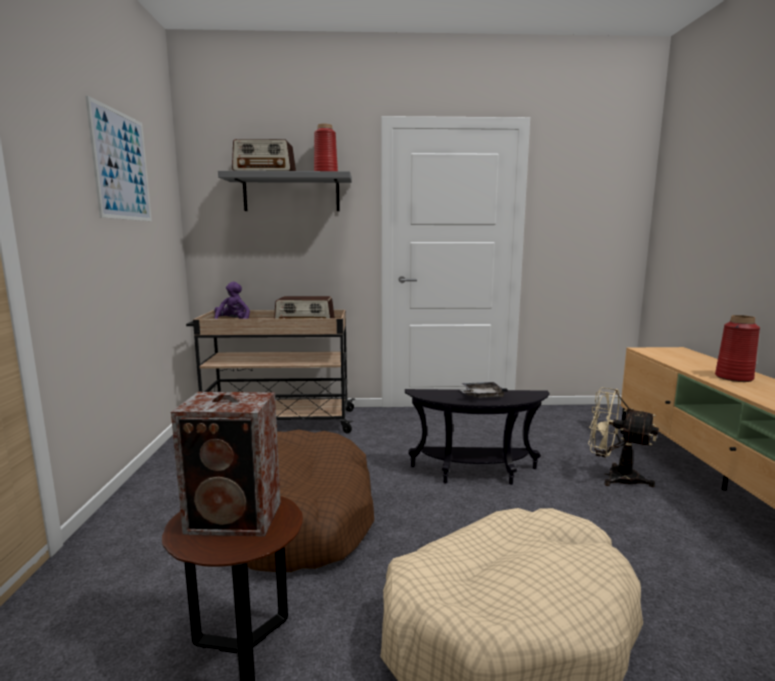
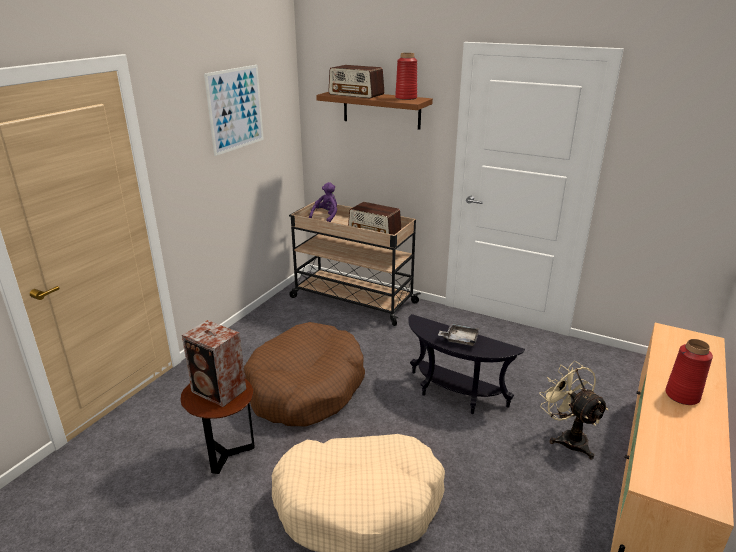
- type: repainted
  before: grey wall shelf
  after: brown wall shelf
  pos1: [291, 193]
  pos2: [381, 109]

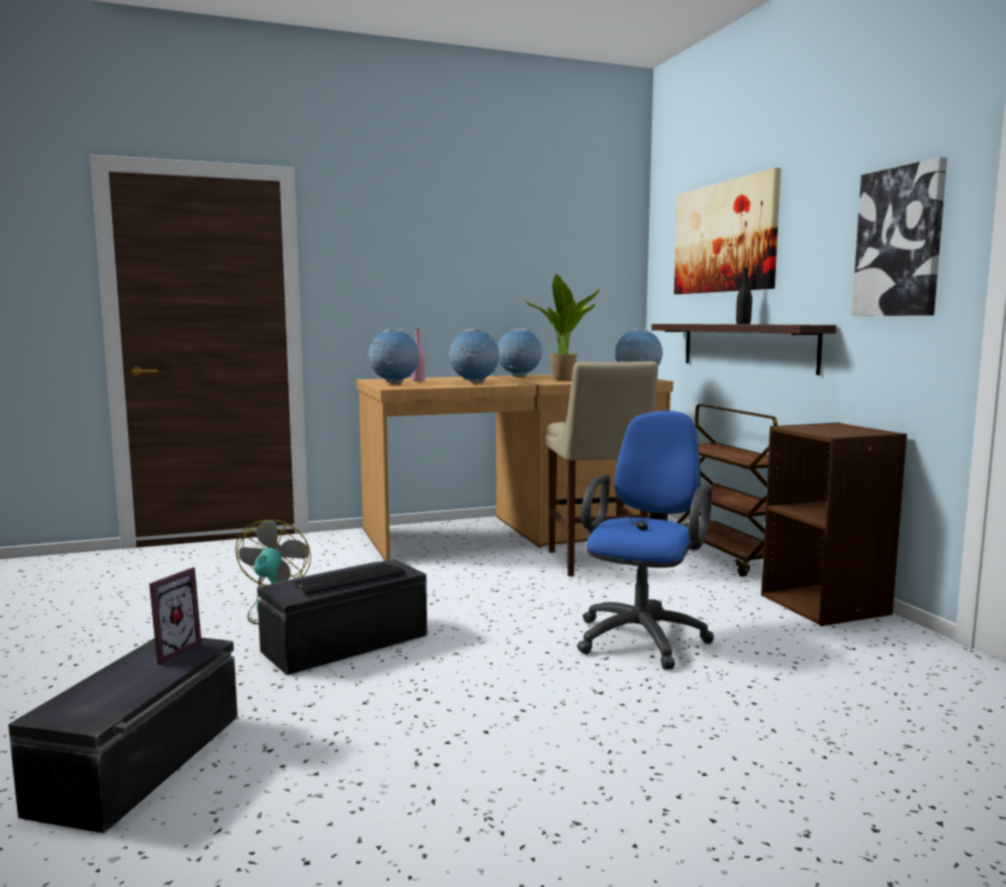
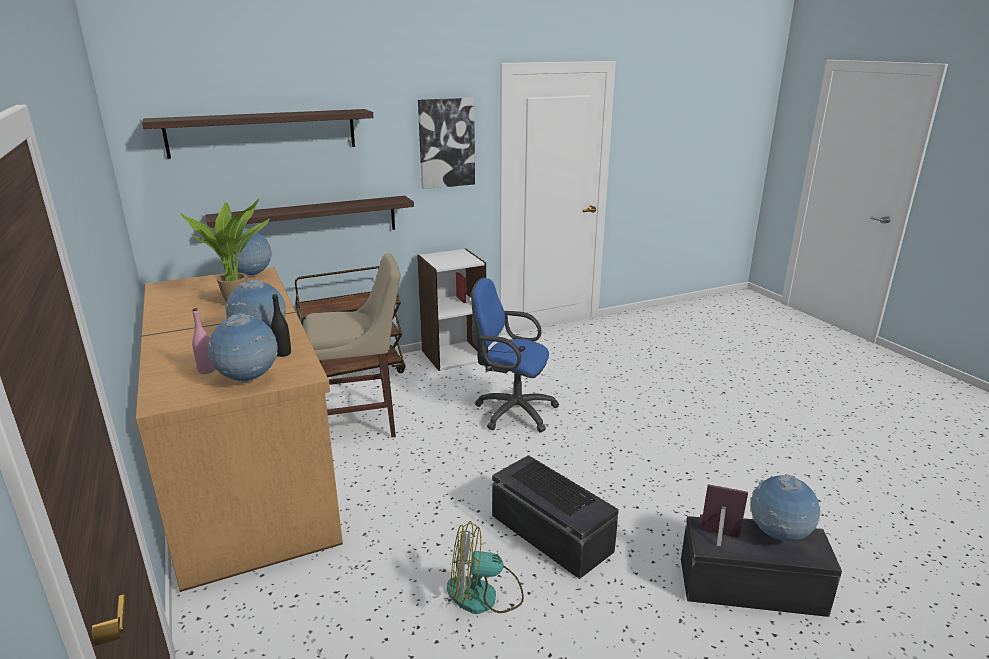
- type: shifted
  before: globe
  pos1: [519, 377]
  pos2: [778, 536]
- type: shifted
  before: blackish drink bottle
  pos1: [743, 324]
  pos2: [283, 353]
- type: swapped
  before: wall art
  after: wall shelf
  pos1: [724, 237]
  pos2: [263, 132]
- type: repainted
  before: brown shelving unit
  after: whitish shelving unit
  pos1: [825, 604]
  pos2: [453, 355]

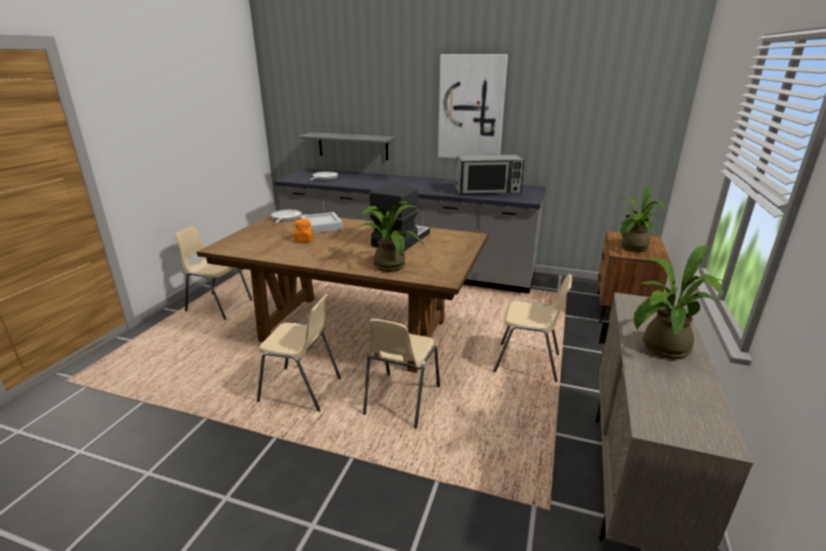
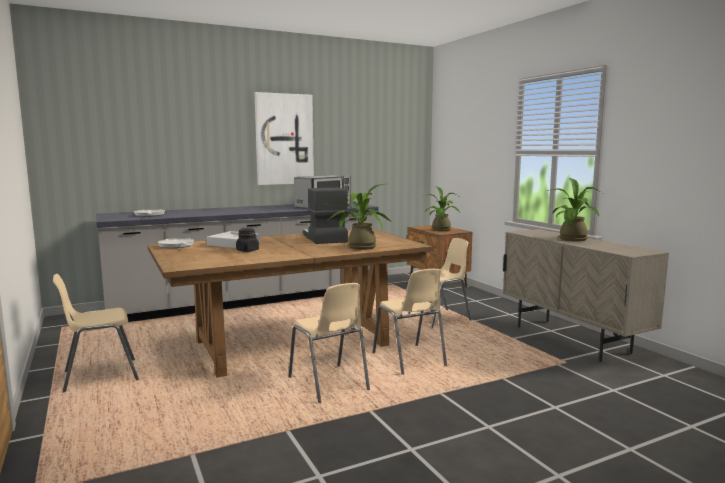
- type: gone
  before: grey wall shelf
  pos1: [353, 146]
- type: repainted
  before: orange-coloured jar
  after: blackish jar
  pos1: [304, 240]
  pos2: [247, 250]
- type: rotated
  before: beige chair
  pos1: [301, 390]
  pos2: [329, 384]
  turn: 90

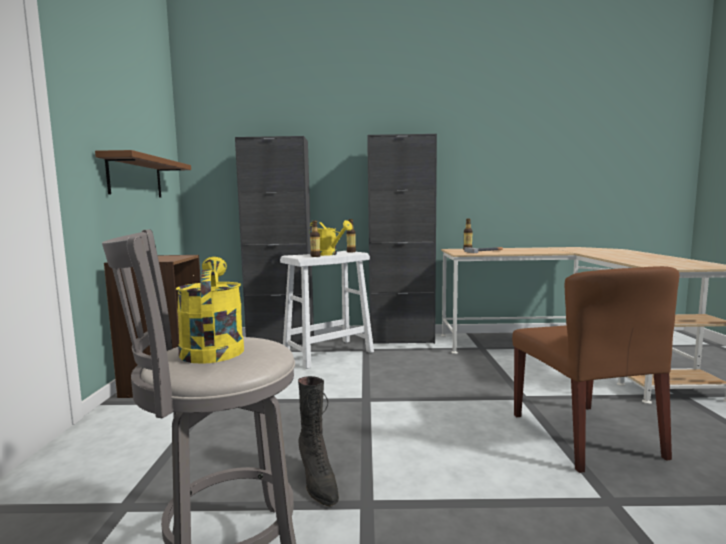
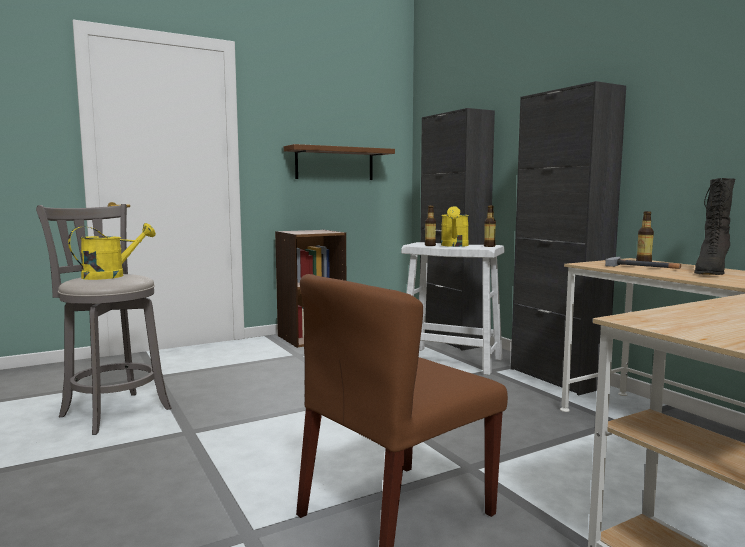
- type: shifted
  before: blackish tall boot
  pos1: [318, 482]
  pos2: [710, 272]

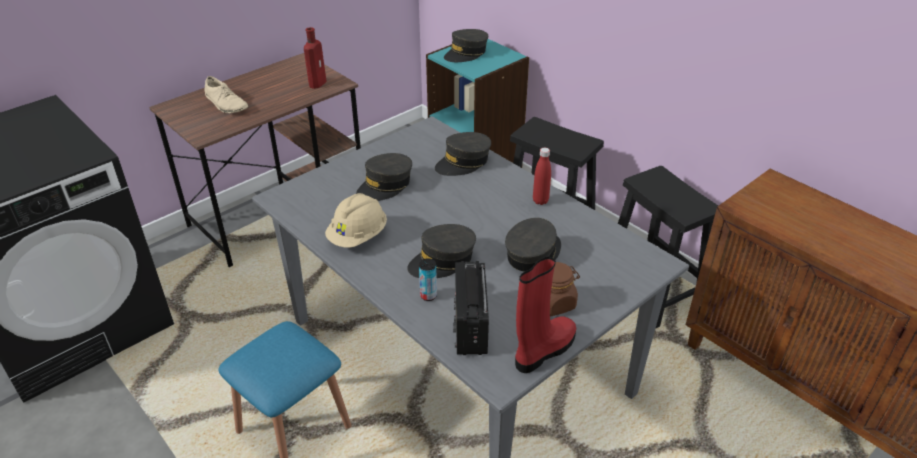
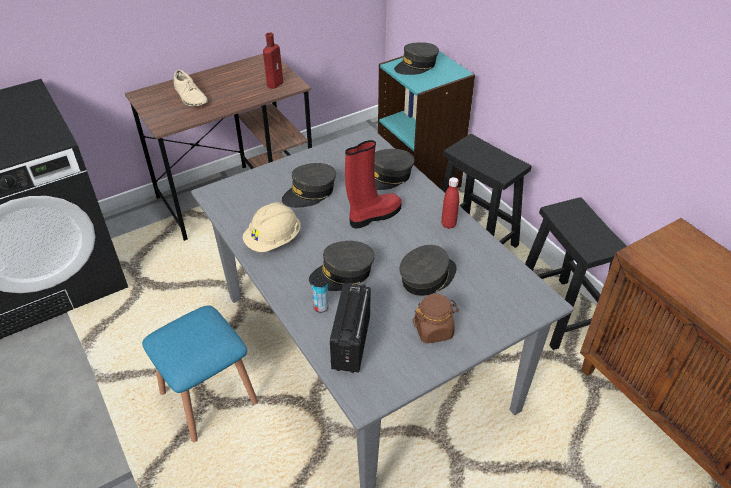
- type: shifted
  before: red-coloured tall boot
  pos1: [543, 351]
  pos2: [374, 216]

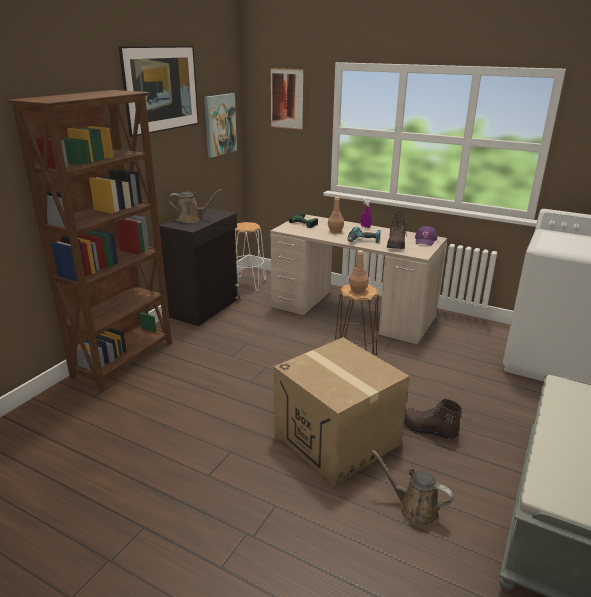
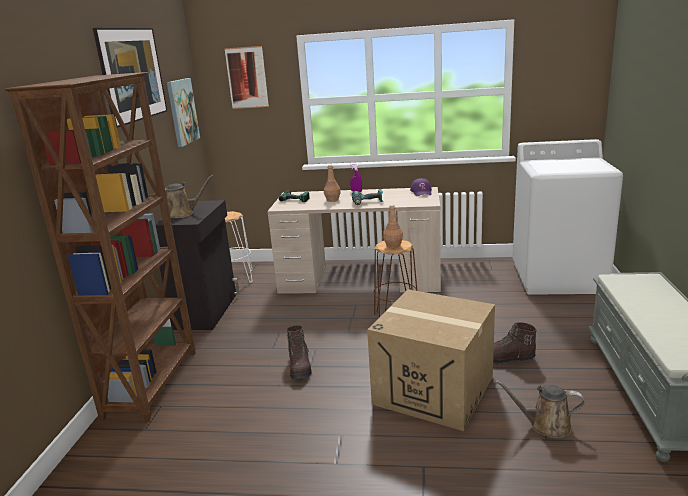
- type: shifted
  before: brown tall boot
  pos1: [396, 244]
  pos2: [300, 367]

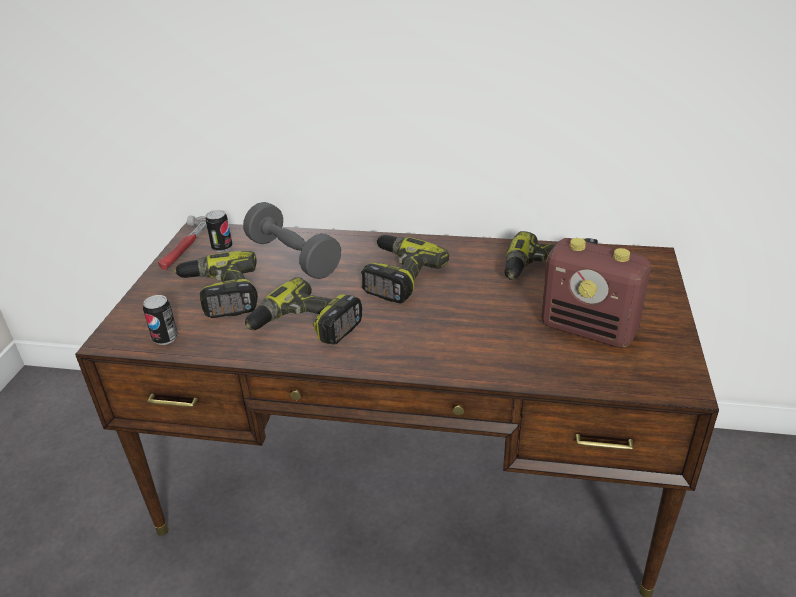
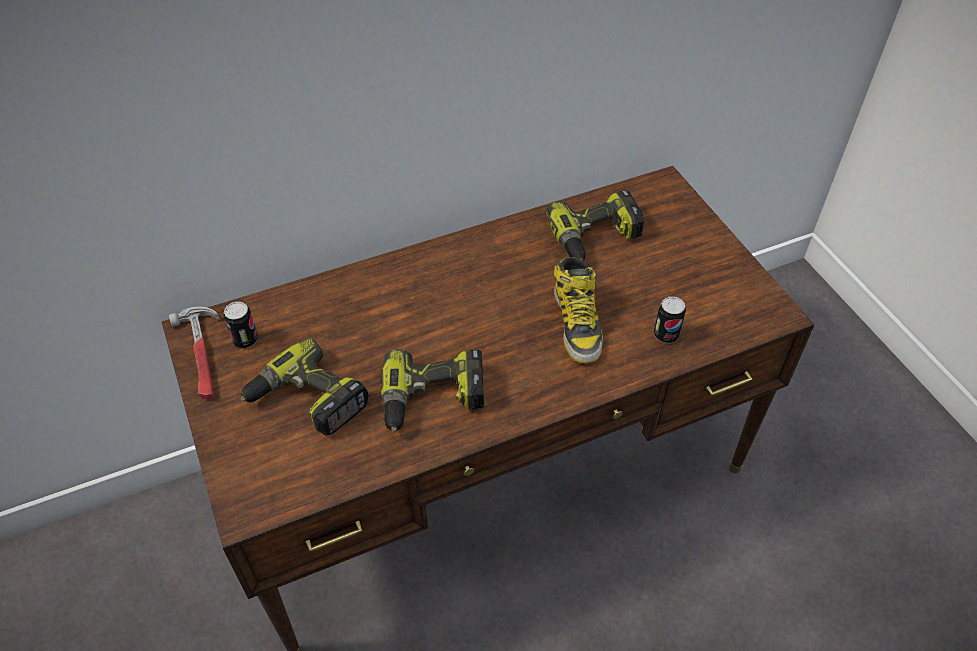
- type: gone
  before: grey hand weight
  pos1: [293, 257]
- type: gone
  before: power drill
  pos1: [397, 276]
- type: gone
  before: radio
  pos1: [589, 330]
- type: new
  after: tall boot
  pos2: [577, 323]
- type: shifted
  before: can
  pos1: [165, 338]
  pos2: [666, 335]

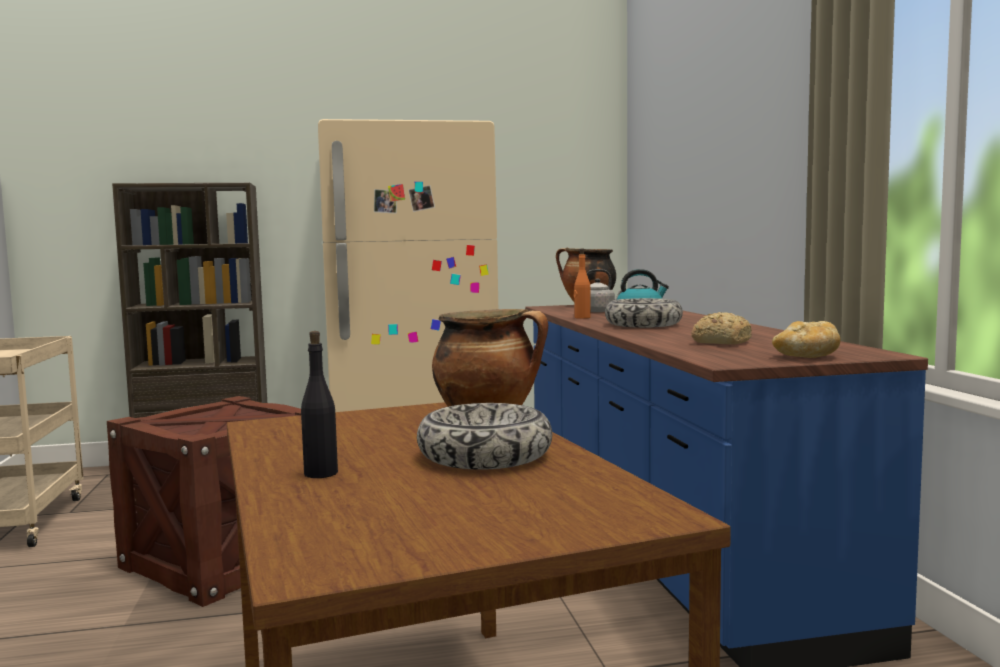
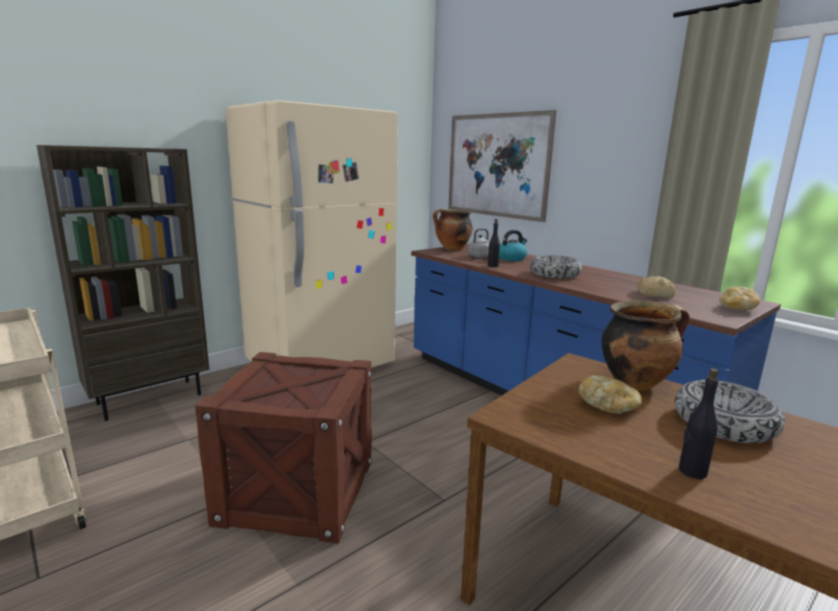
- type: new
  after: wall art
  pos2: [496, 165]
- type: new
  after: baked bread
  pos2: [608, 406]
- type: repainted
  before: orange-coloured drink bottle
  after: blackish drink bottle
  pos1: [582, 317]
  pos2: [492, 266]

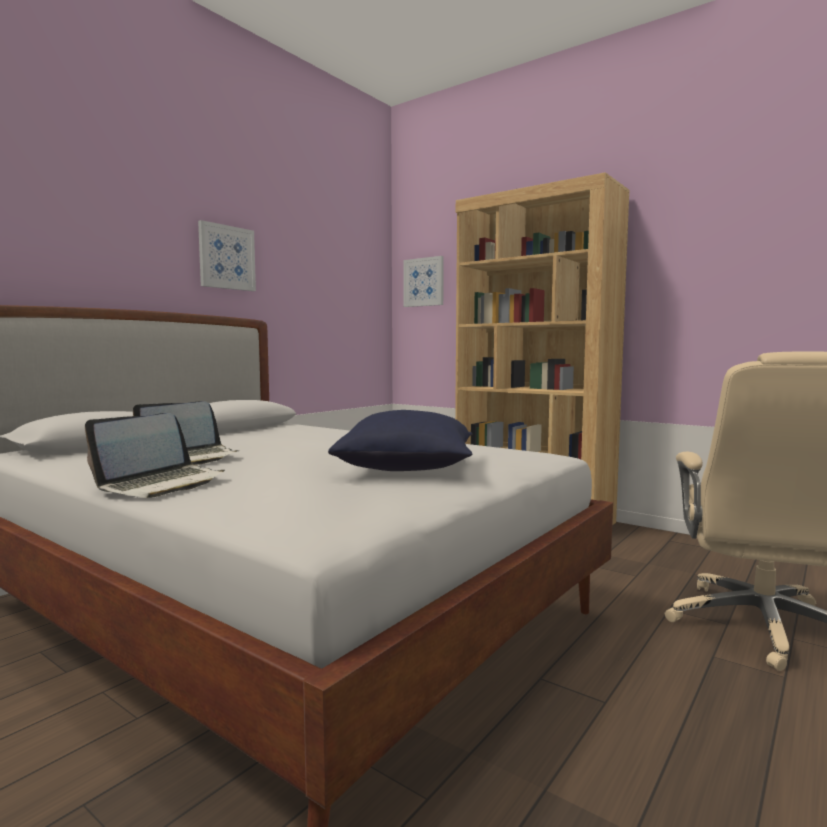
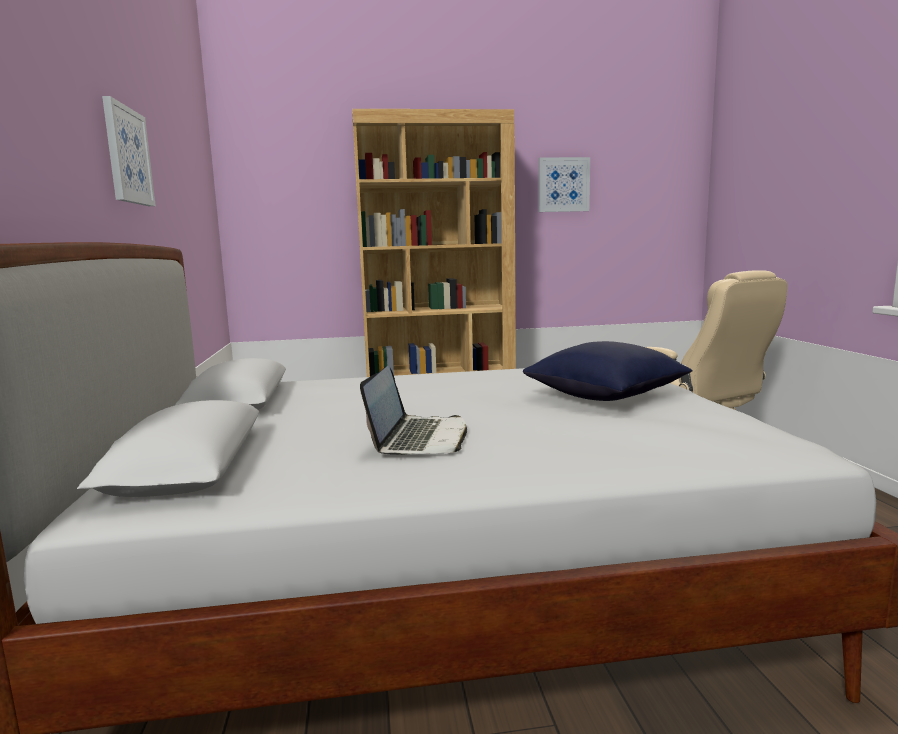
- type: gone
  before: portable computer
  pos1: [162, 484]
- type: shifted
  before: wall art
  pos1: [424, 282]
  pos2: [563, 185]

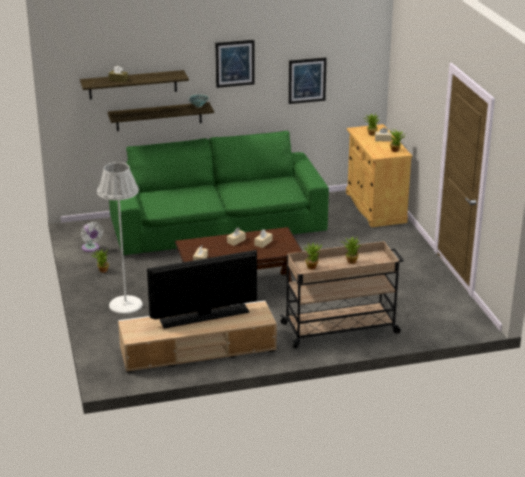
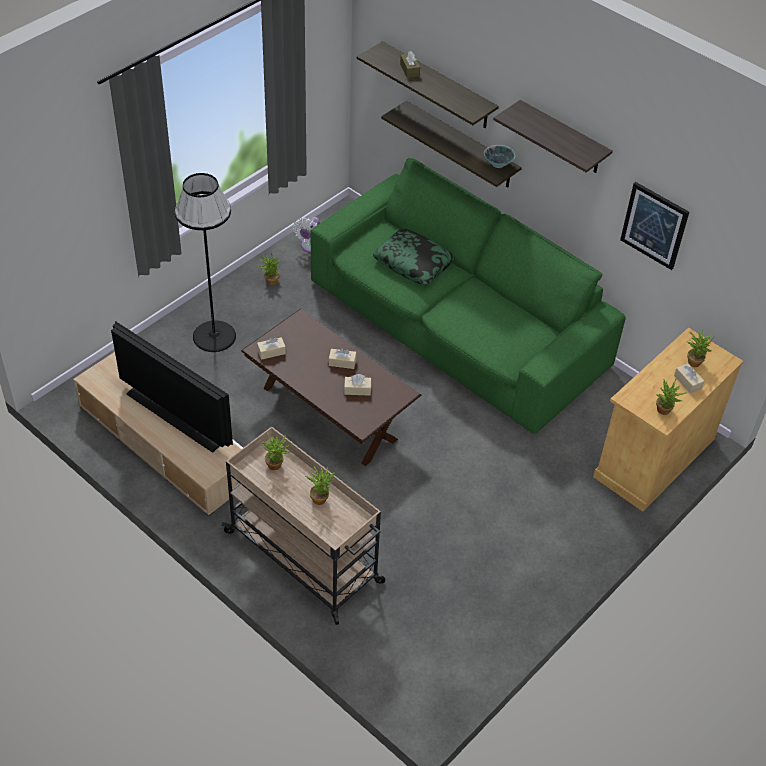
- type: new
  after: cushion
  pos2: [413, 263]
- type: swapped
  before: wall art
  after: wall shelf
  pos1: [234, 63]
  pos2: [563, 138]
- type: repainted
  before: whitish floor lamp
  after: blackish floor lamp
  pos1: [125, 304]
  pos2: [214, 336]

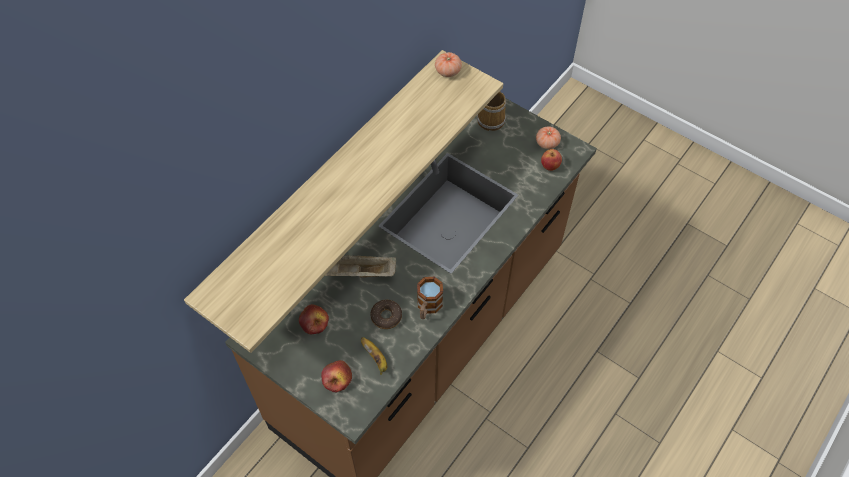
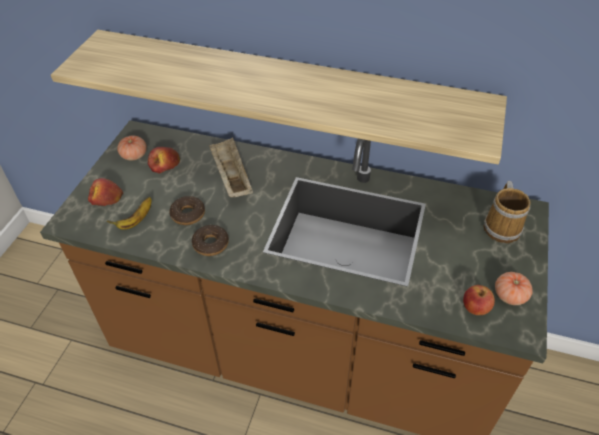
- type: shifted
  before: whole tomato
  pos1: [448, 71]
  pos2: [134, 155]
- type: swapped
  before: mug
  after: donut
  pos1: [427, 307]
  pos2: [211, 244]

